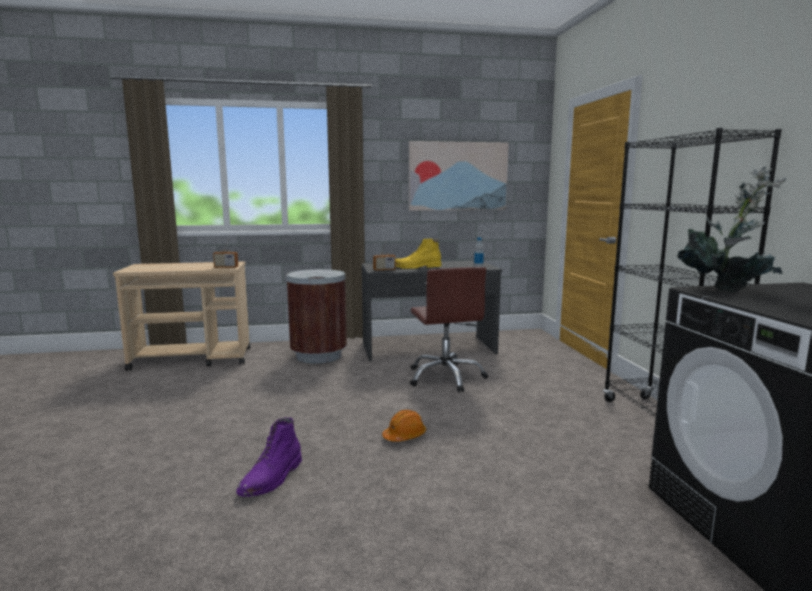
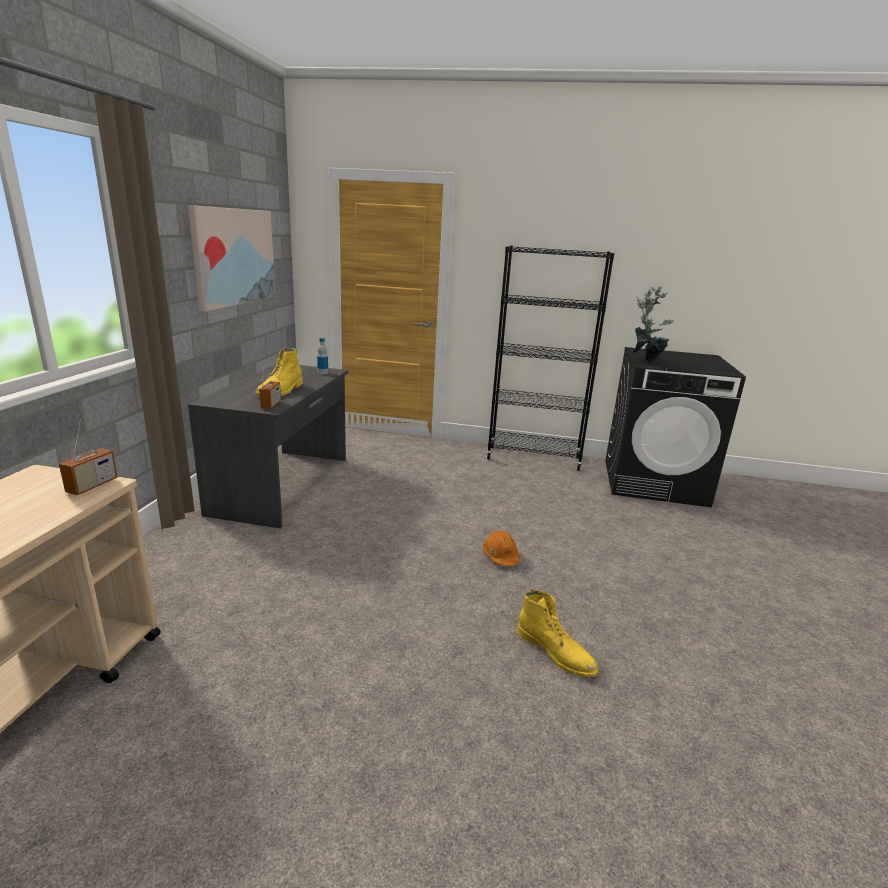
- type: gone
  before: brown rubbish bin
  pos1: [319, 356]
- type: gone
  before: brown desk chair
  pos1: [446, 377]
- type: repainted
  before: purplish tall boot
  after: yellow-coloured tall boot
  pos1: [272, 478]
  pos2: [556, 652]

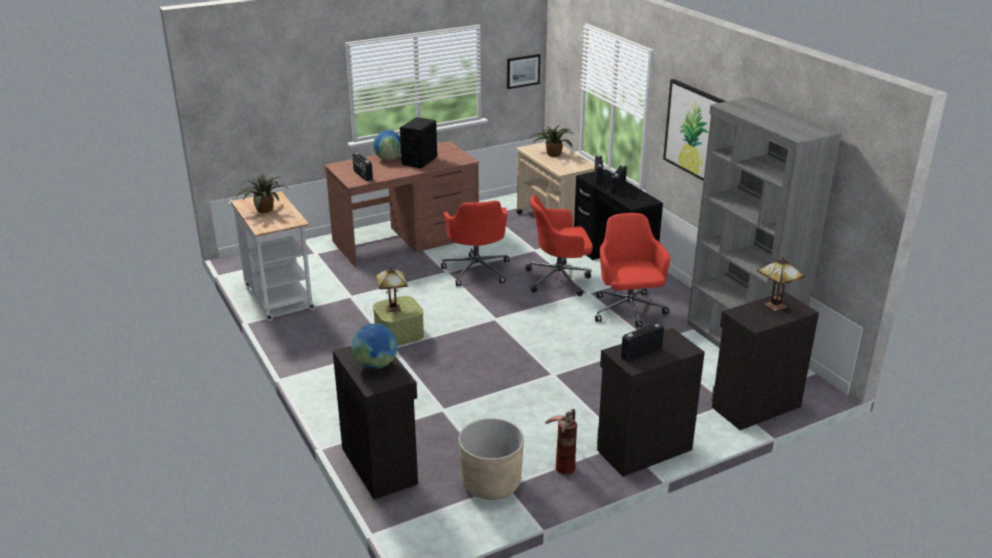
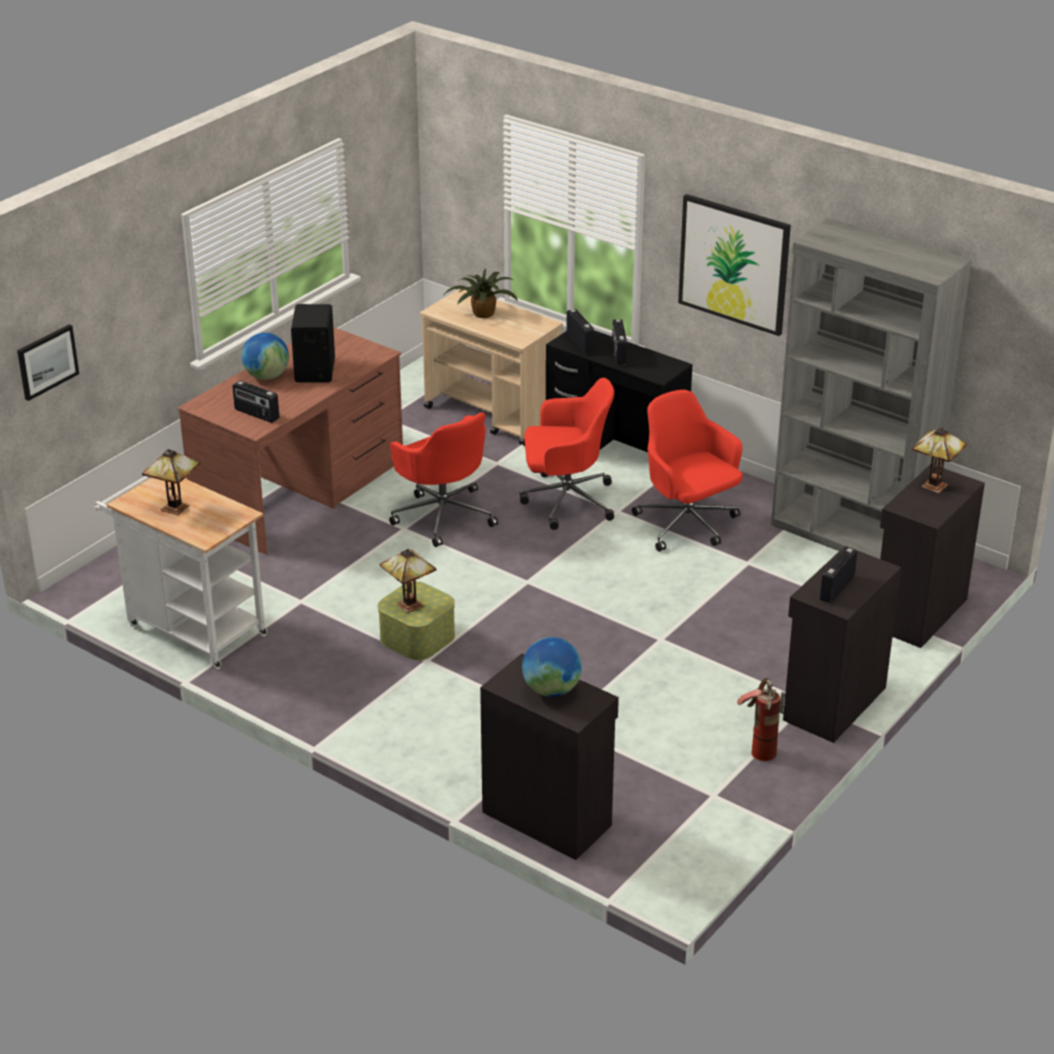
- type: gone
  before: beige planter
  pos1: [491, 483]
- type: shifted
  before: wall art
  pos1: [522, 71]
  pos2: [47, 361]
- type: swapped
  before: potted plant
  after: table lamp
  pos1: [265, 210]
  pos2: [177, 507]
- type: rotated
  before: red-coloured desk chair
  pos1: [559, 279]
  pos2: [565, 500]
  turn: -150

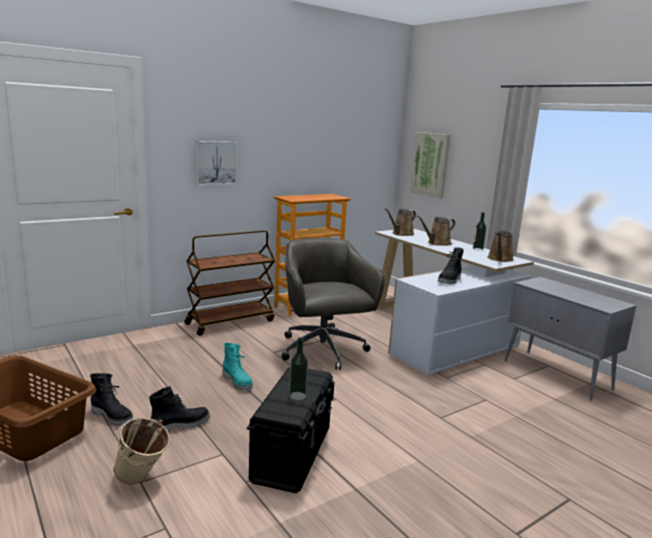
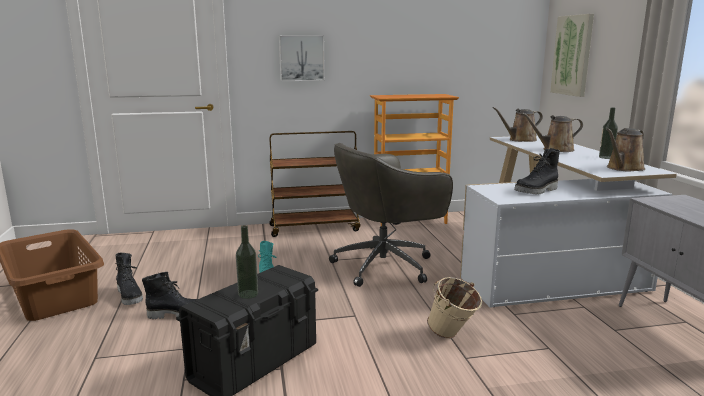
- type: shifted
  before: beige pail
  pos1: [142, 479]
  pos2: [452, 336]
- type: rotated
  before: grey desk chair
  pos1: [323, 351]
  pos2: [386, 265]
  turn: -120

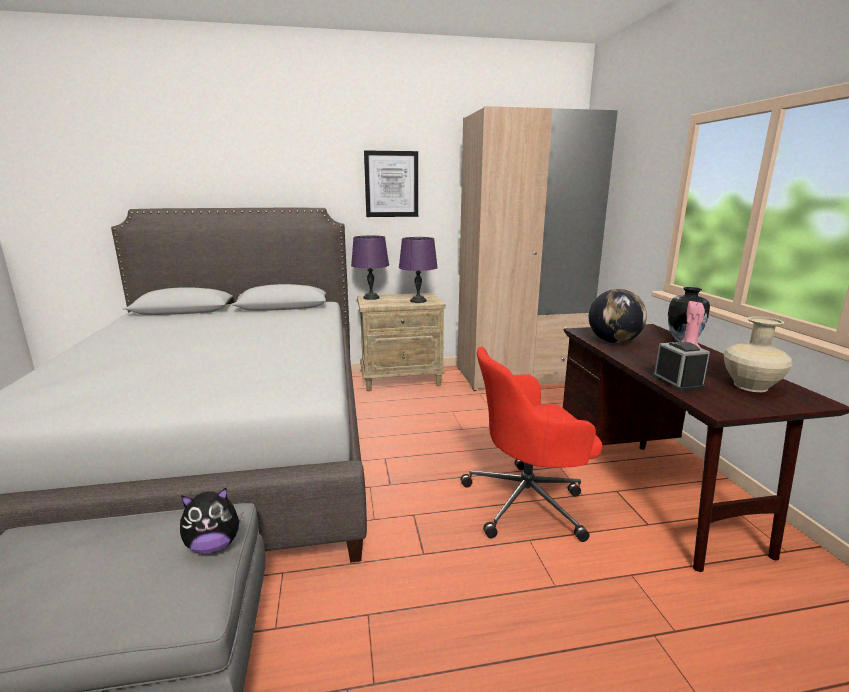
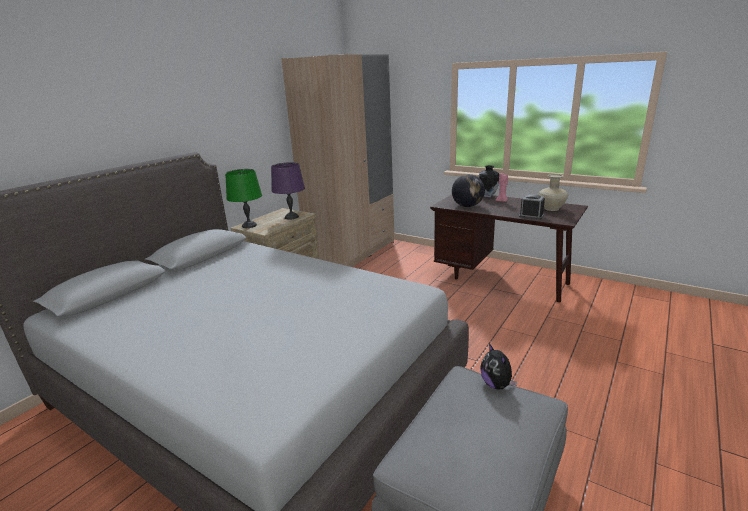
- type: gone
  before: wall art
  pos1: [391, 184]
- type: gone
  before: red-coloured desk chair
  pos1: [528, 502]
- type: repainted
  before: purplish table lamp
  after: green-coloured table lamp
  pos1: [371, 298]
  pos2: [249, 226]
- type: rotated
  before: cuddly toy
  pos1: [214, 546]
  pos2: [497, 385]
  turn: 135

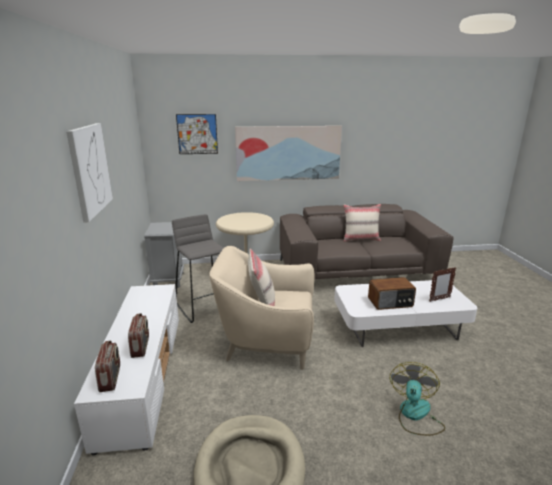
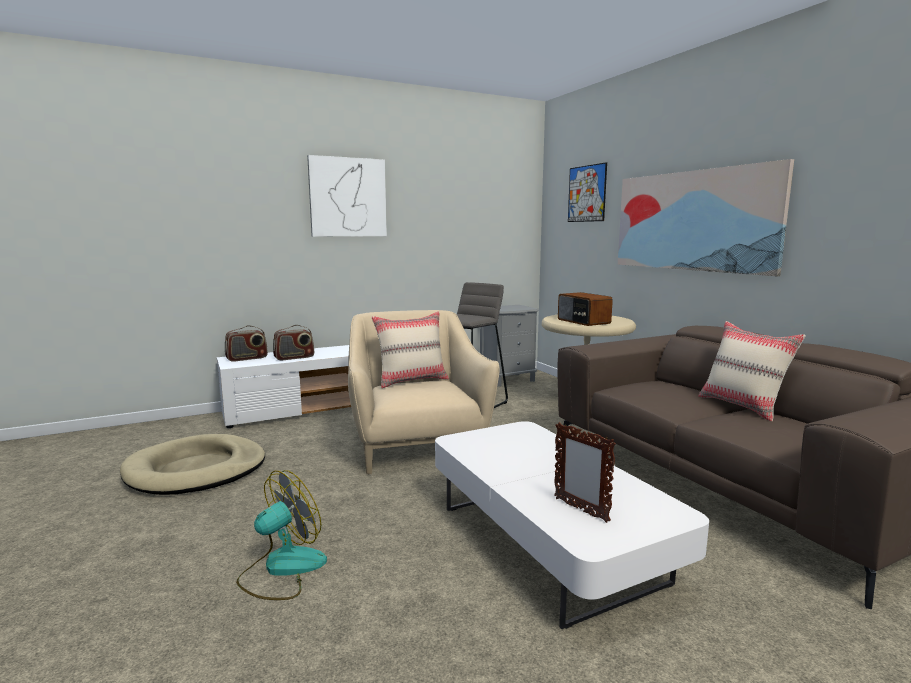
- type: shifted
  before: radio
  pos1: [390, 303]
  pos2: [583, 321]
- type: rotated
  before: electric fan
  pos1: [415, 415]
  pos2: [282, 569]
  turn: -45

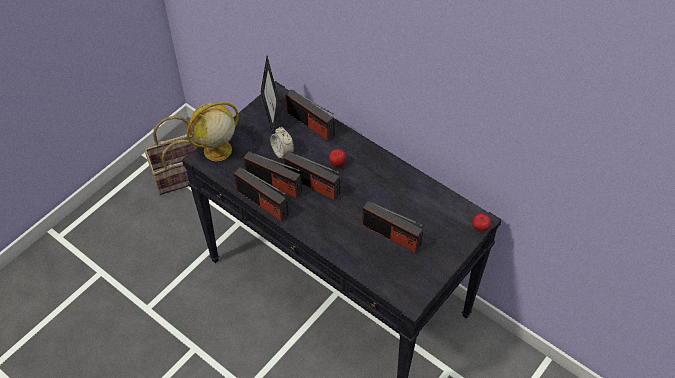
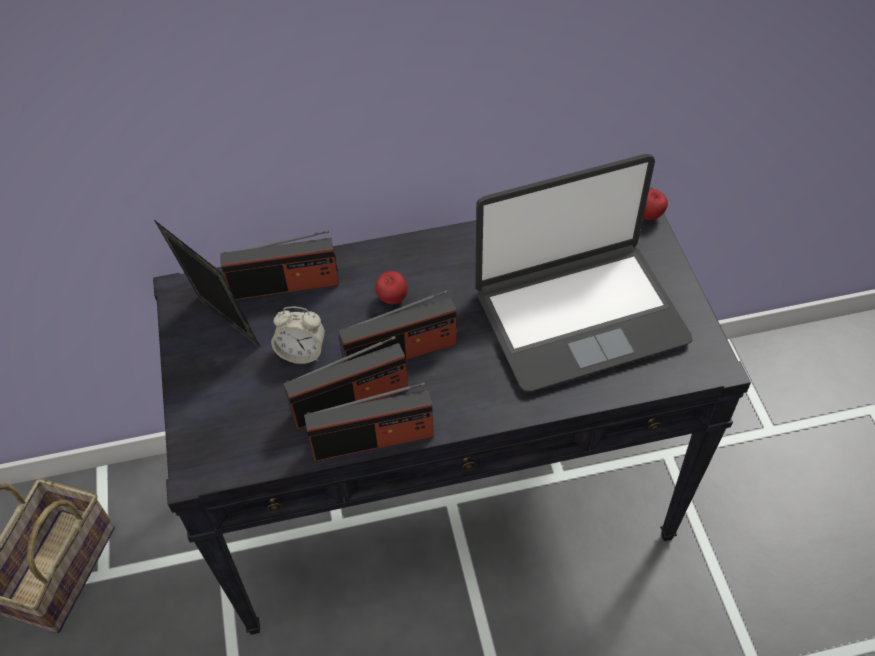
- type: gone
  before: globe
  pos1: [217, 151]
- type: swapped
  before: radio
  after: portable computer
  pos1: [391, 235]
  pos2: [579, 315]

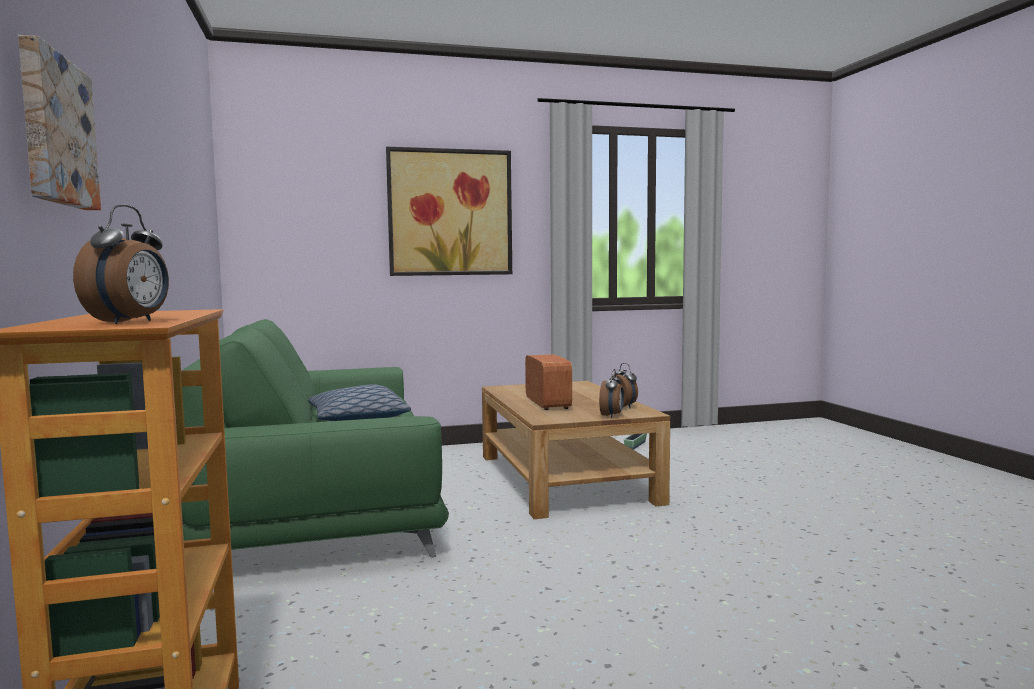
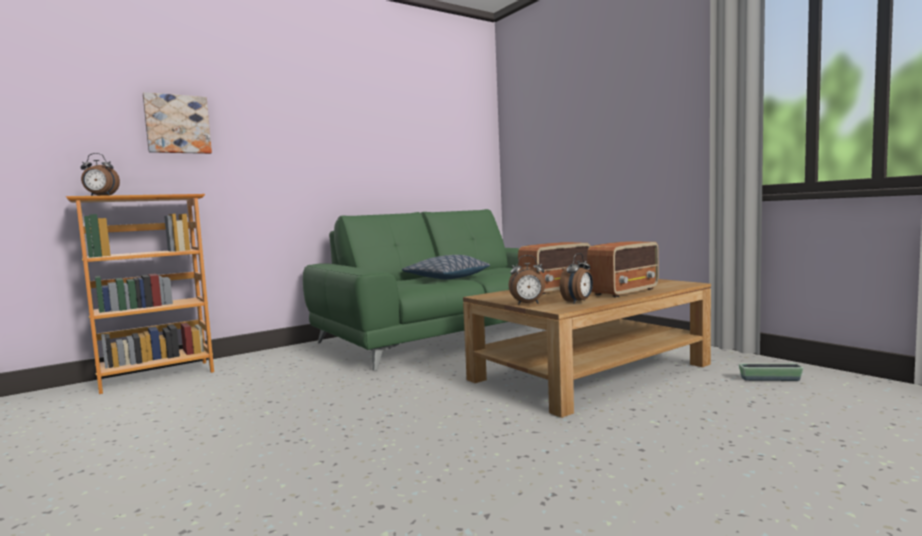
- type: gone
  before: wall art
  pos1: [450, 212]
- type: new
  after: radio
  pos2: [625, 292]

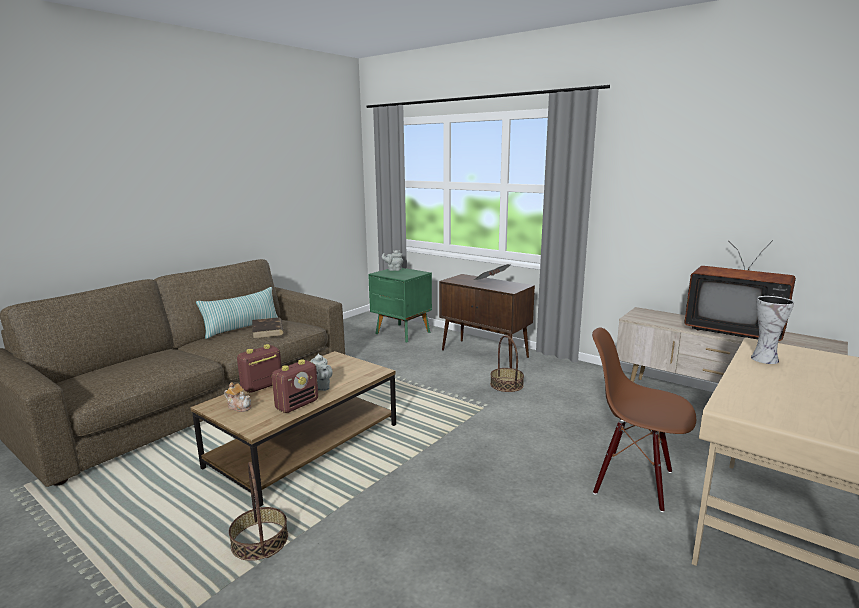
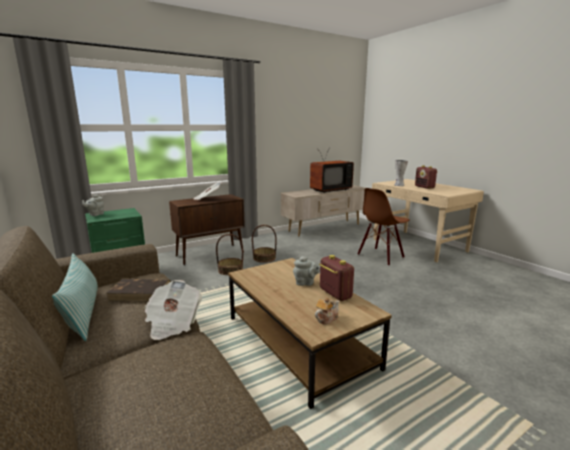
- type: new
  after: printed paper
  pos2: [173, 323]
- type: shifted
  before: basket
  pos1: [259, 541]
  pos2: [230, 270]
- type: shifted
  before: radio
  pos1: [261, 386]
  pos2: [424, 187]

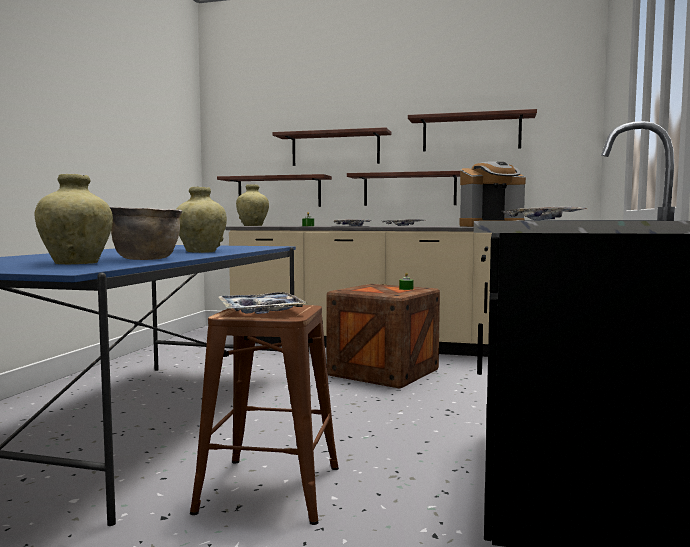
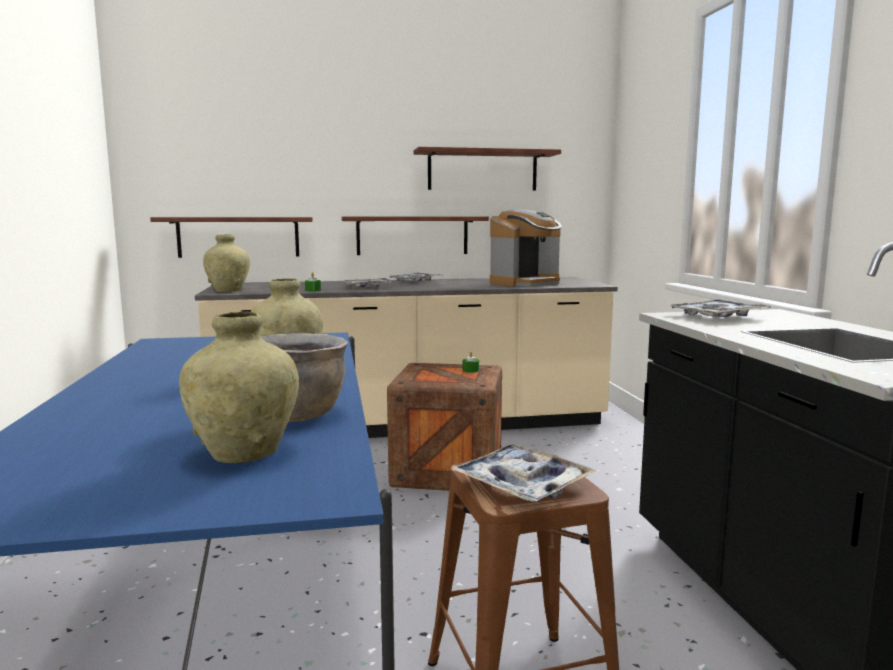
- type: gone
  before: wall shelf
  pos1: [335, 149]

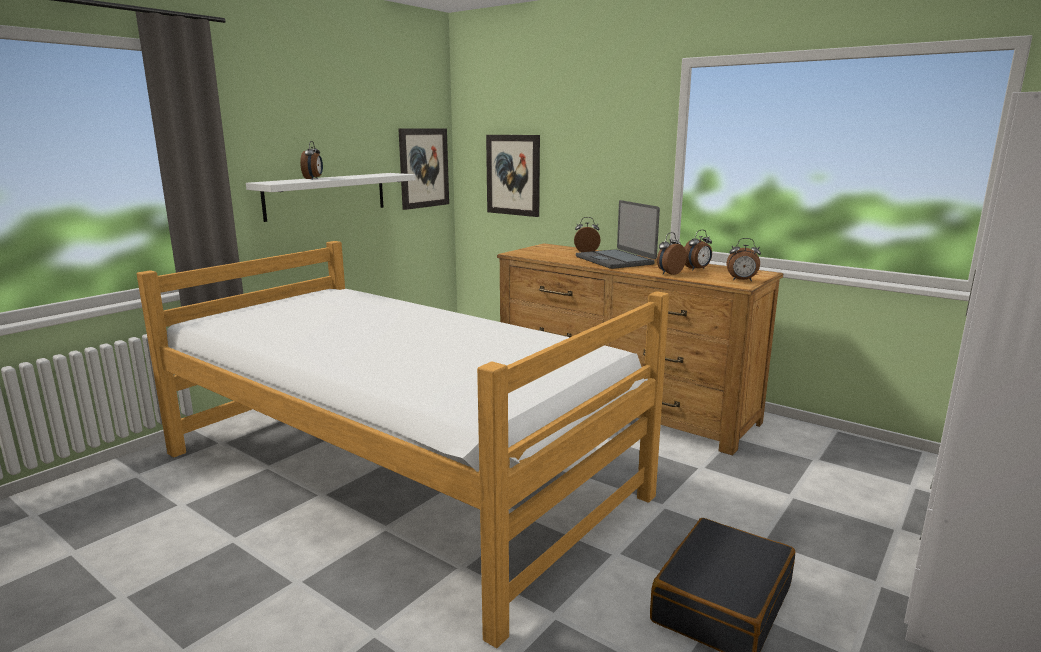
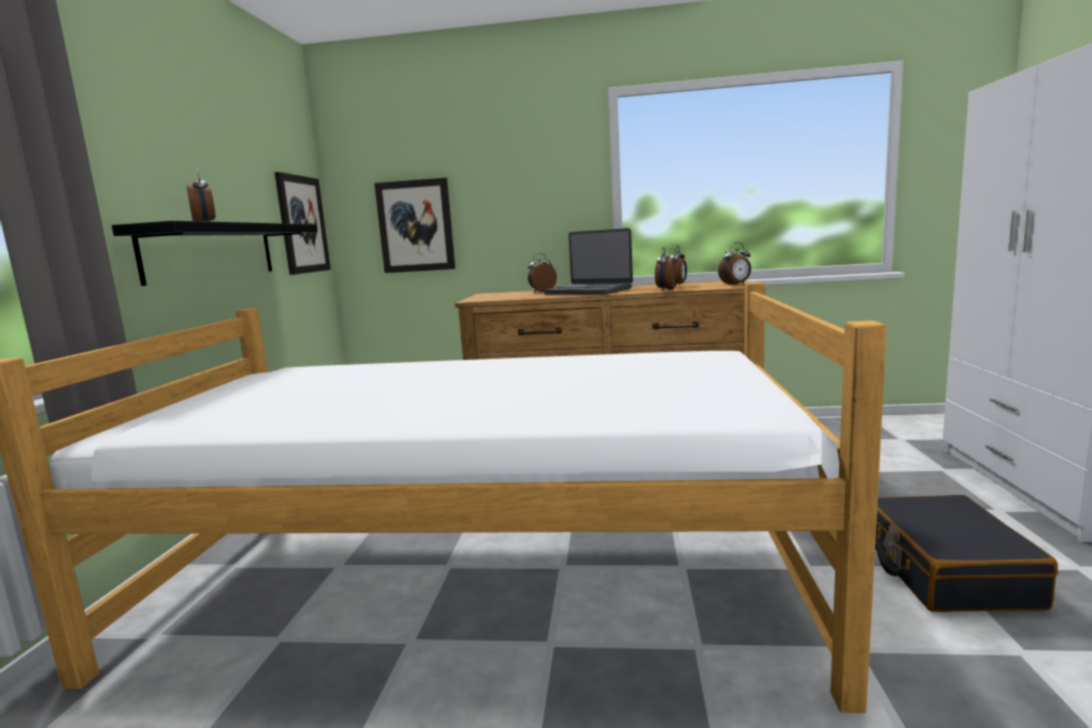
- type: repainted
  before: whitish wall shelf
  after: blackish wall shelf
  pos1: [326, 195]
  pos2: [211, 252]

